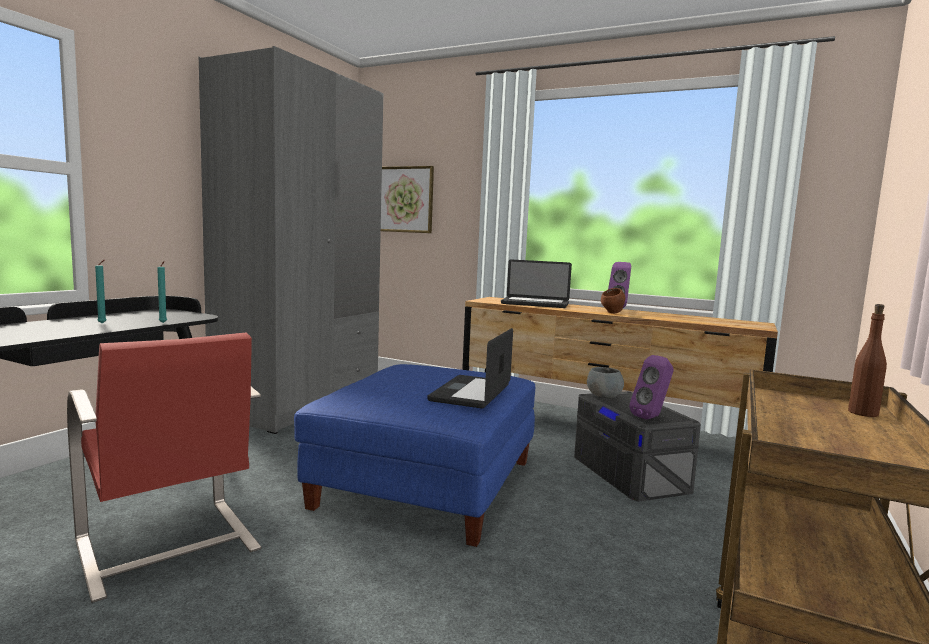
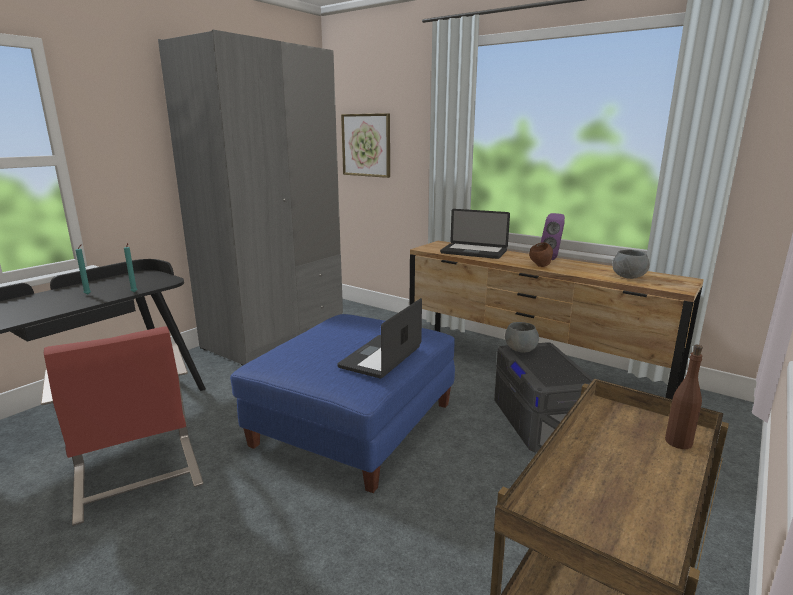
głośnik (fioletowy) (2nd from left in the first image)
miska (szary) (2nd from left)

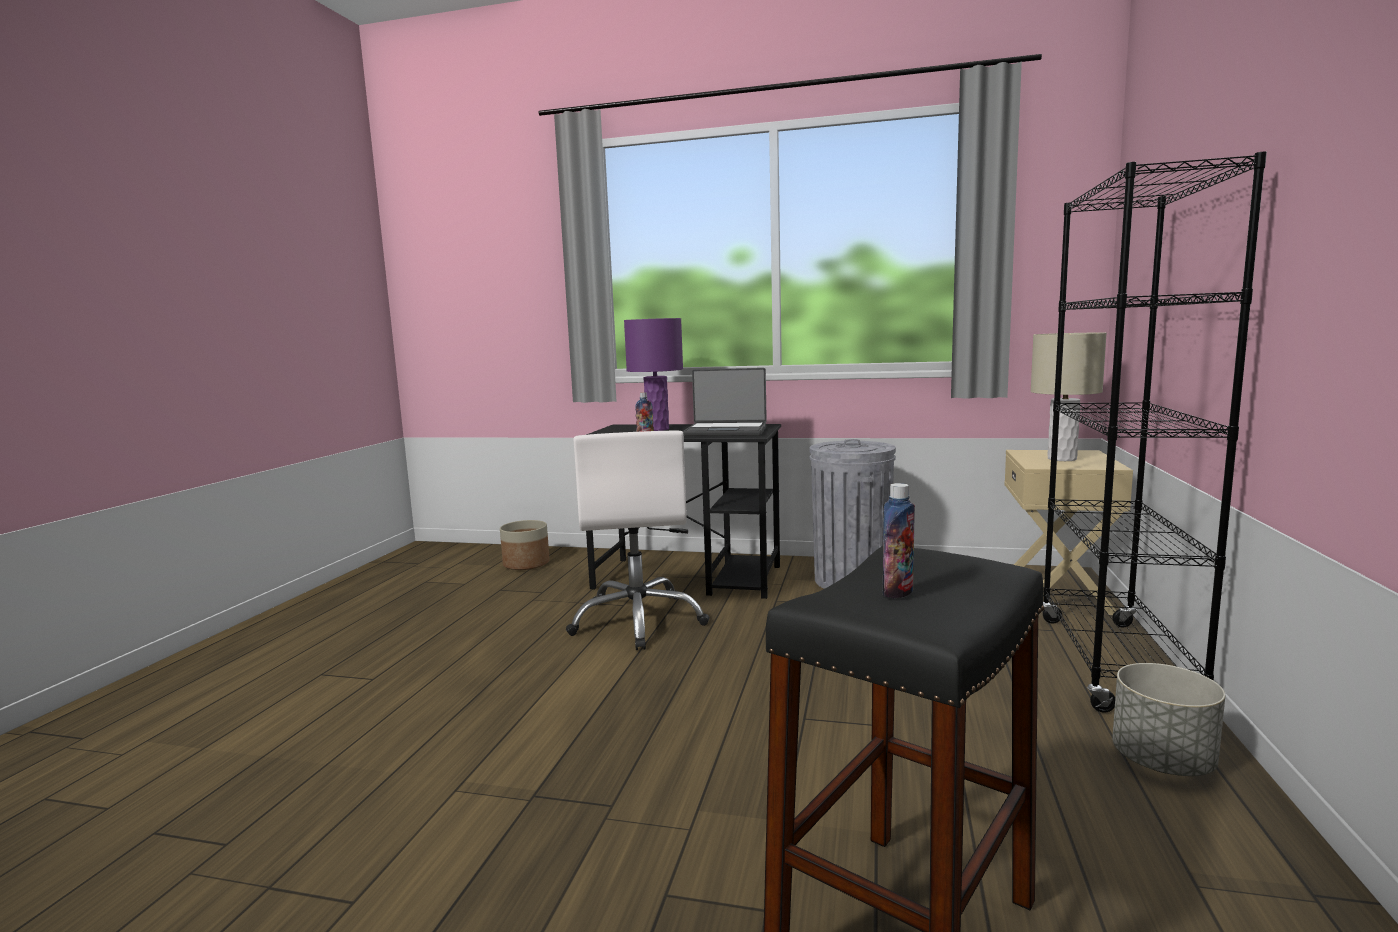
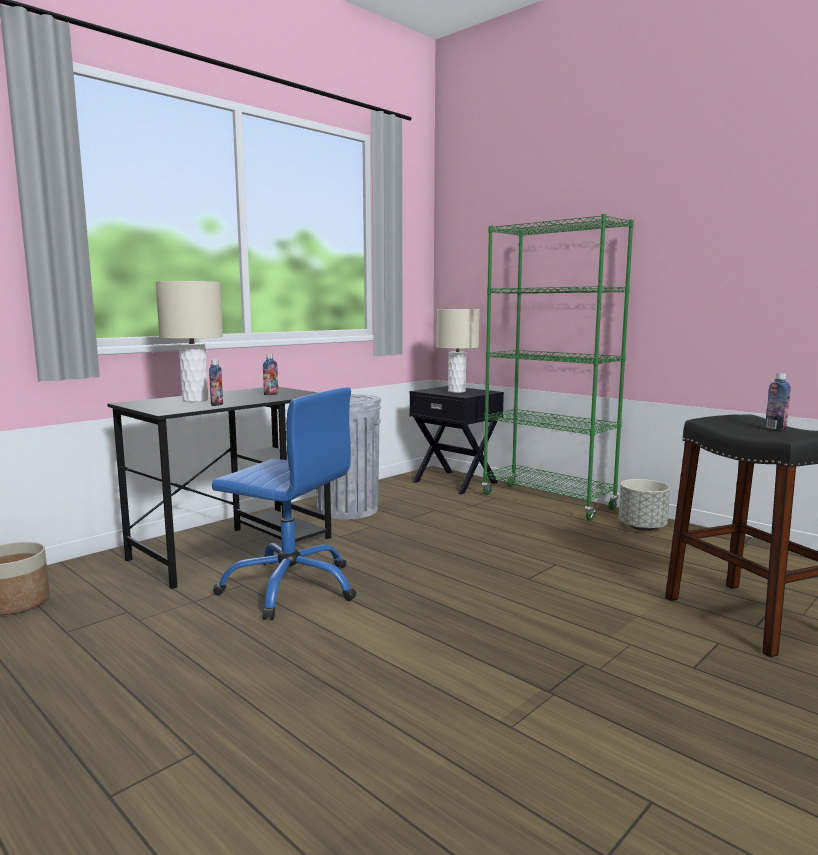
butelka (2nd from left)
krzesło biurowe (niebieski)
lampa stołowa (beżowy) (1st from left)
szafka nocna (czarny)
regał (zielony)

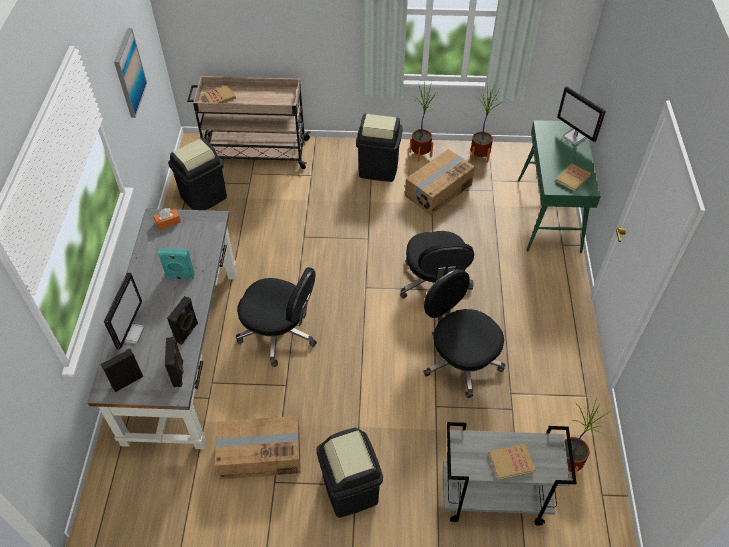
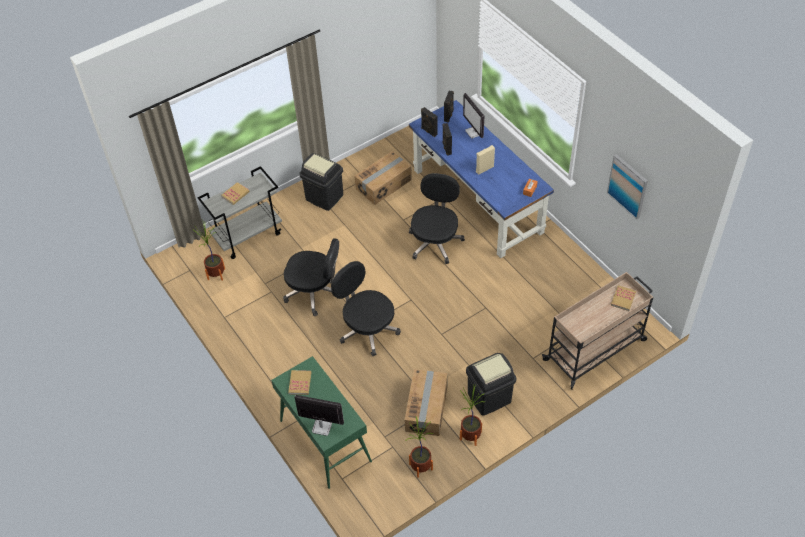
kosz na śmieci (czarny) (1st from left in the first image)
biurko (niebieski)
głośnik (beżowy)
krzesło biurowe (czarny) (3rd from left)

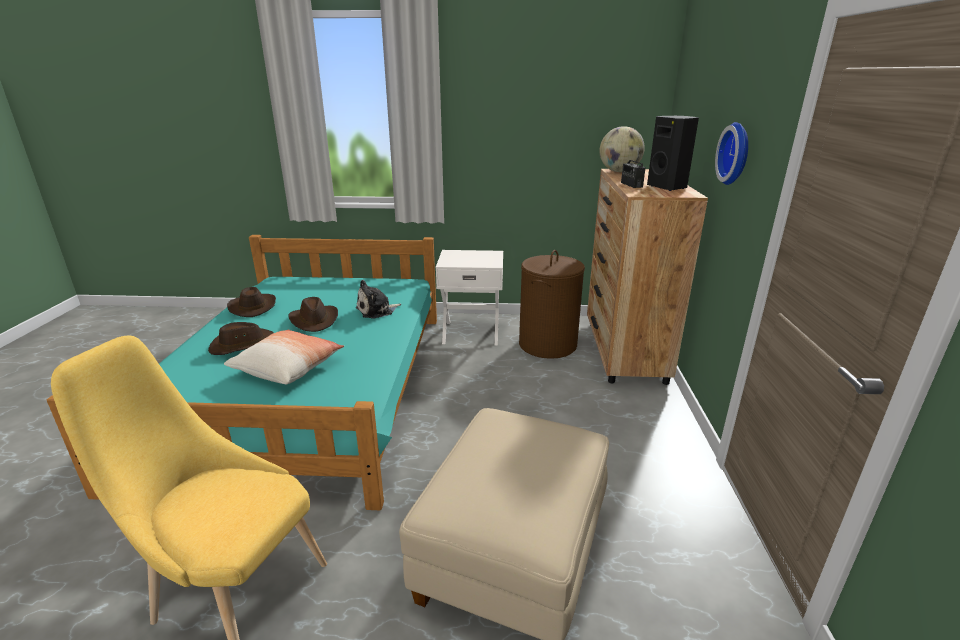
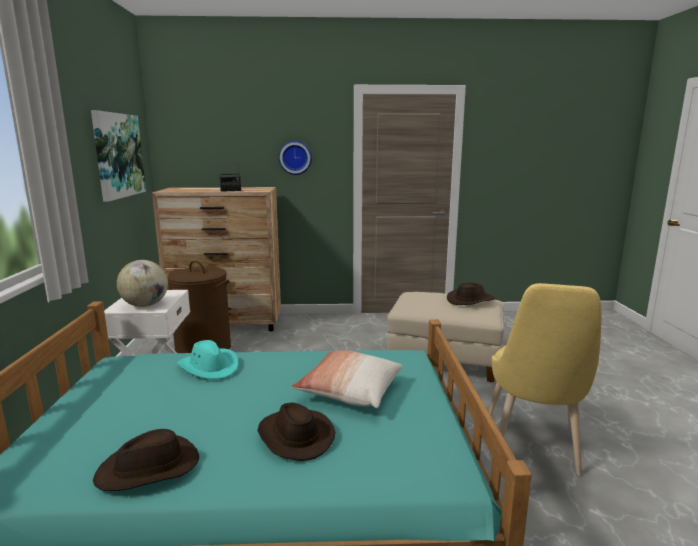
głośnik (czarny)
obraz
kapelusz (brązowy) (3rd from left)
globus
kapelusz (turkusowy)

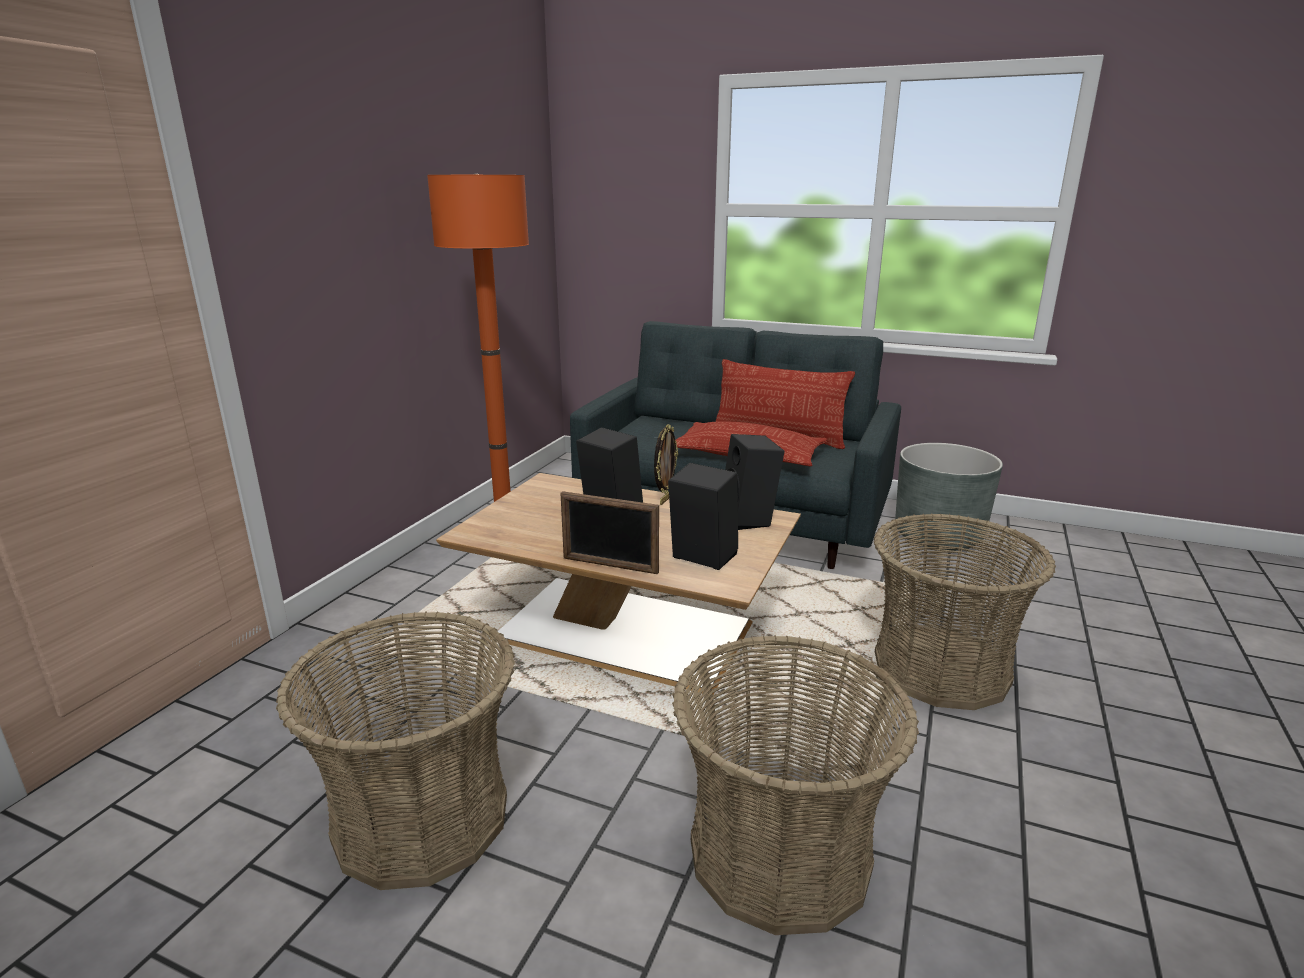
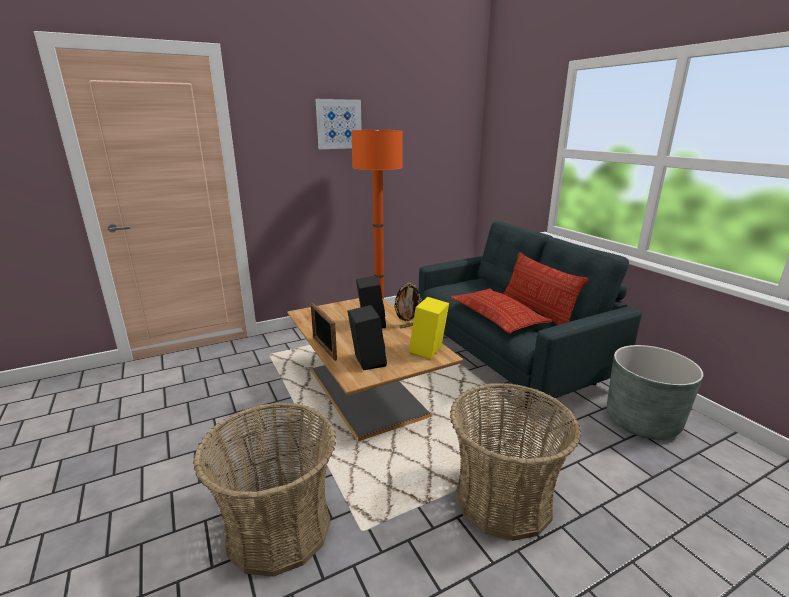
koszyk (1st from left in the first image)
obraz
głośnik (żółty)

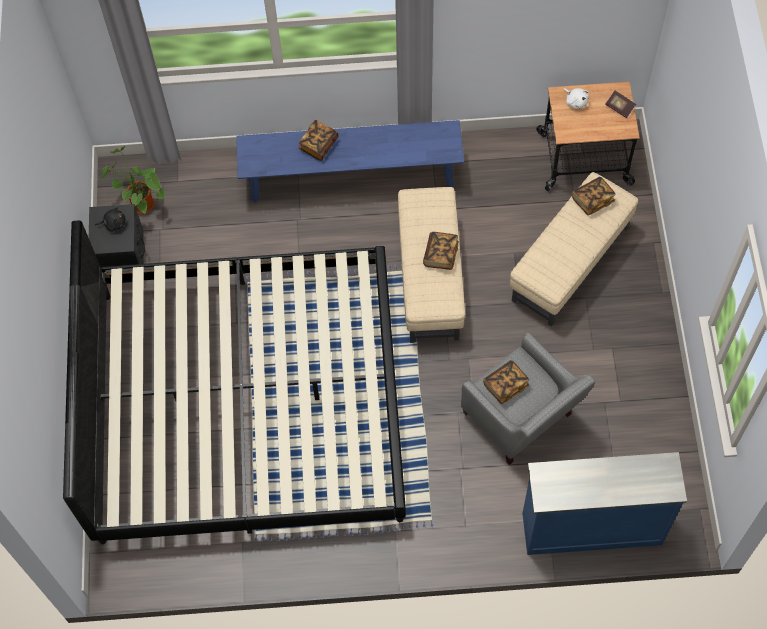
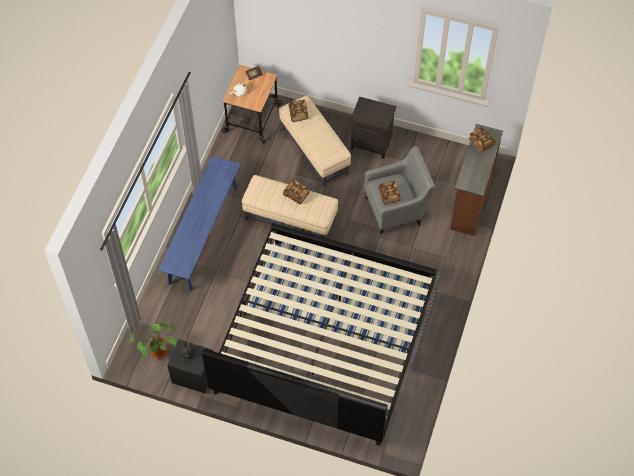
szafka nocna (czarny) (2nd from left)
książka (5th from left)
komoda (brązowy)

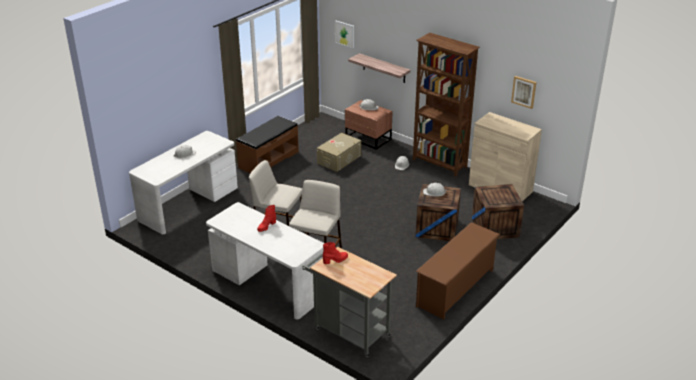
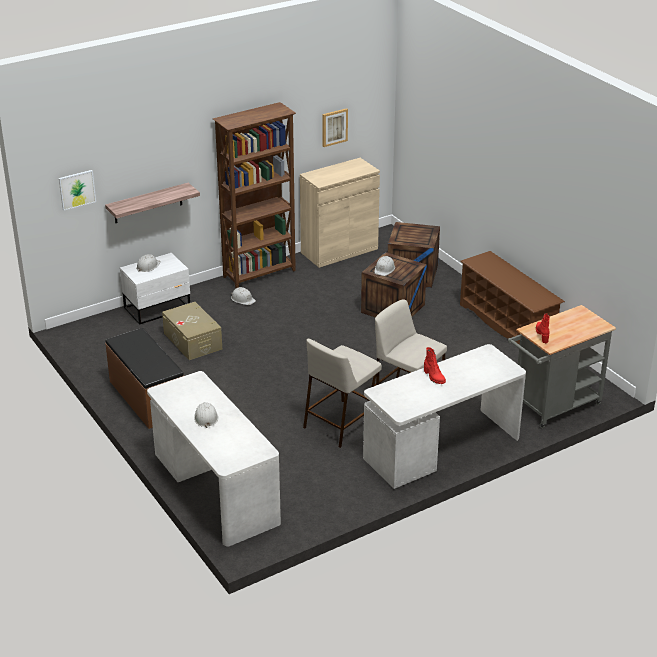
szafka nocna (biały)

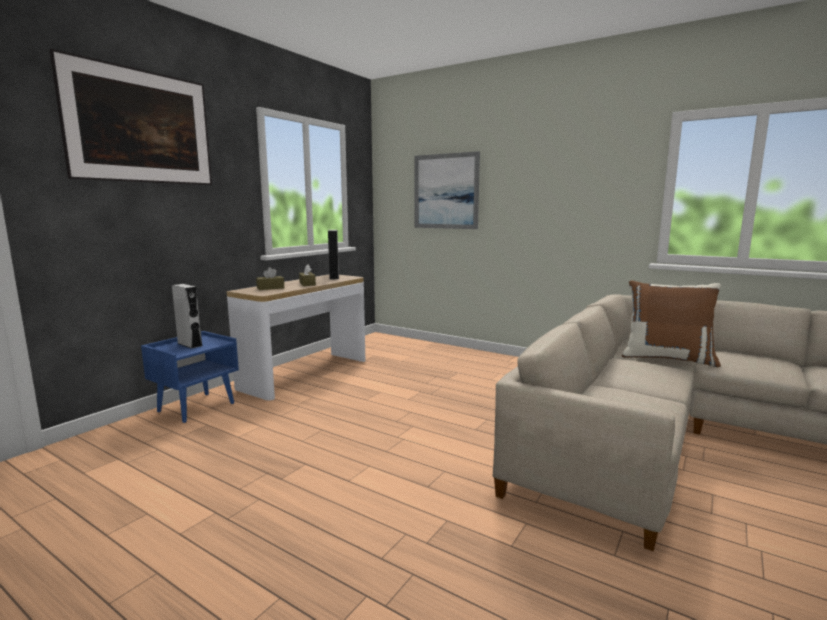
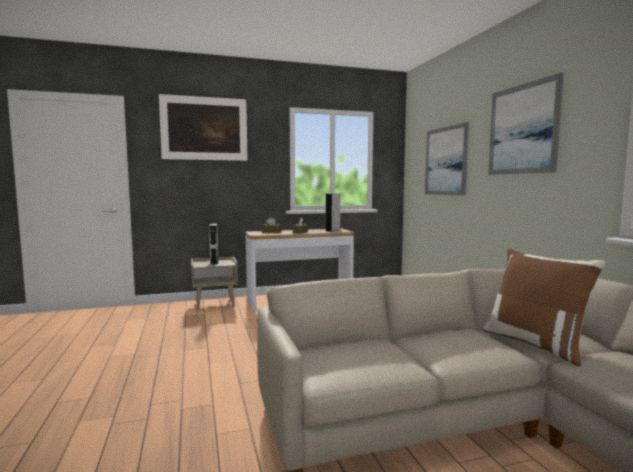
obraz (3rd from left)
szafka nocna (beżowy)

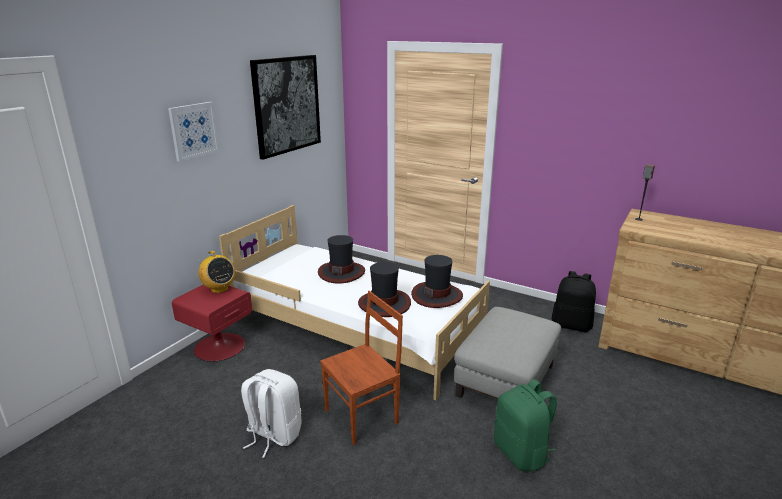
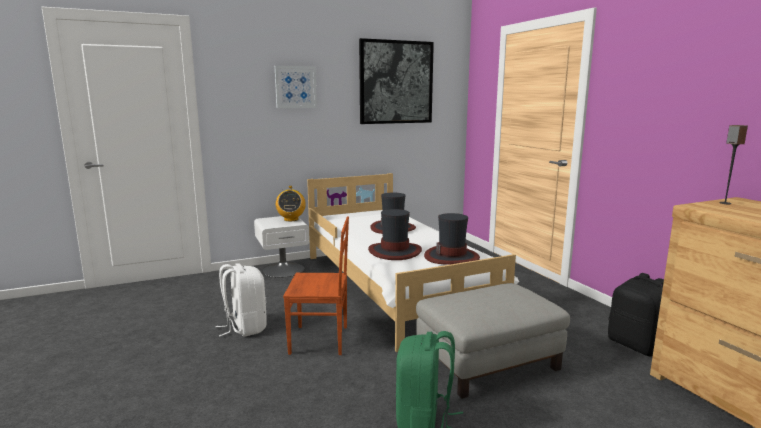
szafka nocna (biały)

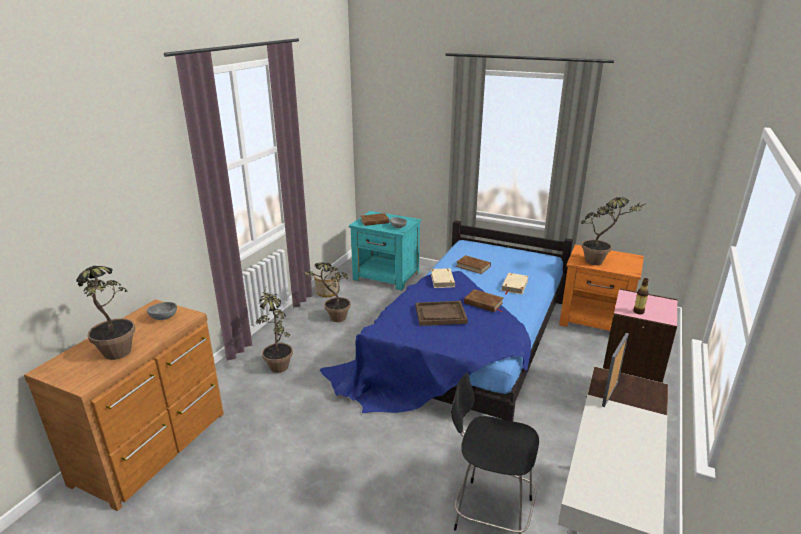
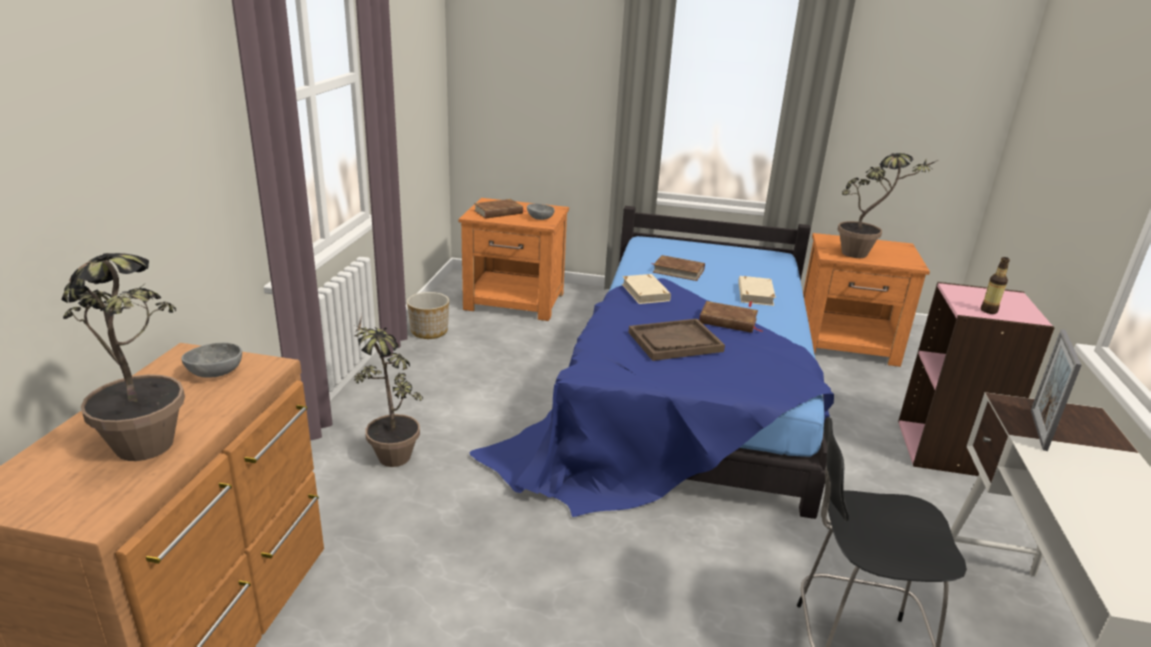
roślina doniczkowa (3rd from left in the first image)
szafka nocna (pomarańczowy) (1st from left)

